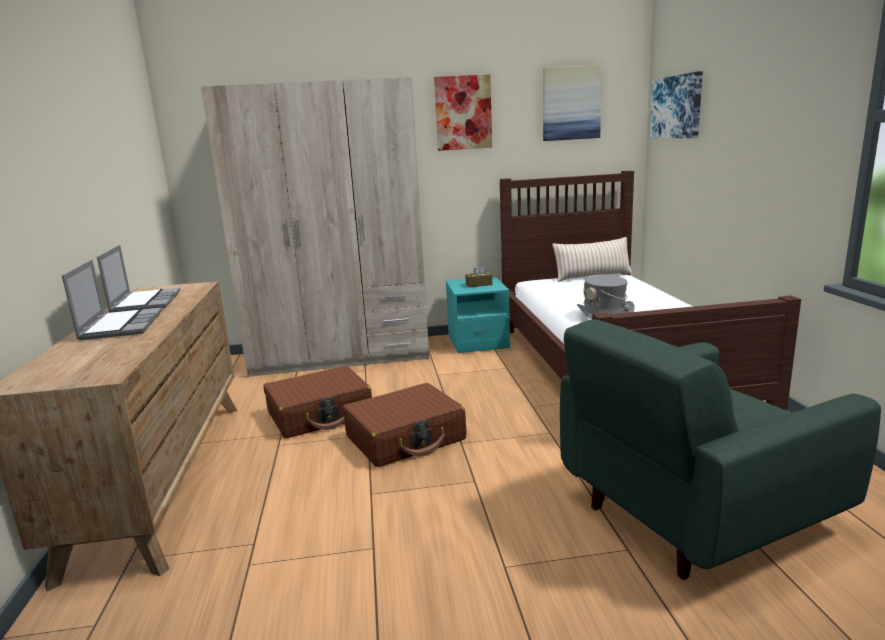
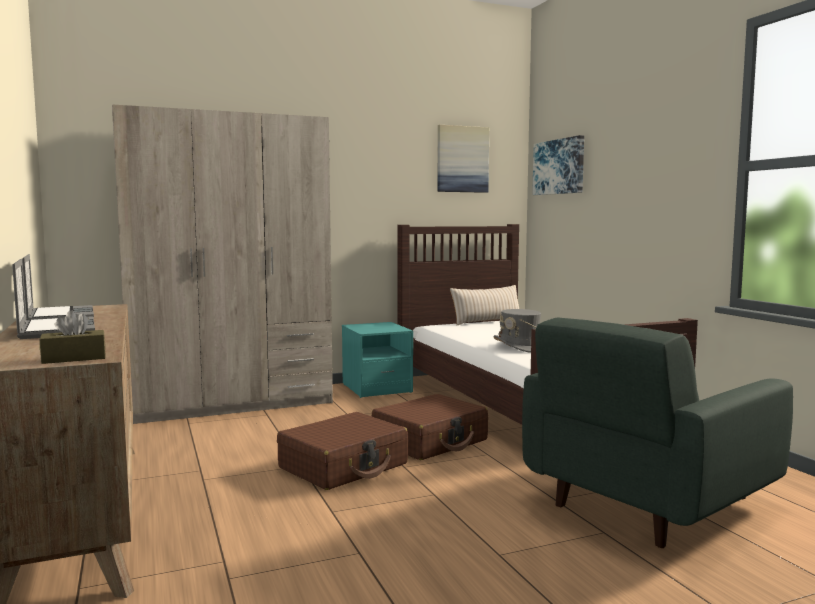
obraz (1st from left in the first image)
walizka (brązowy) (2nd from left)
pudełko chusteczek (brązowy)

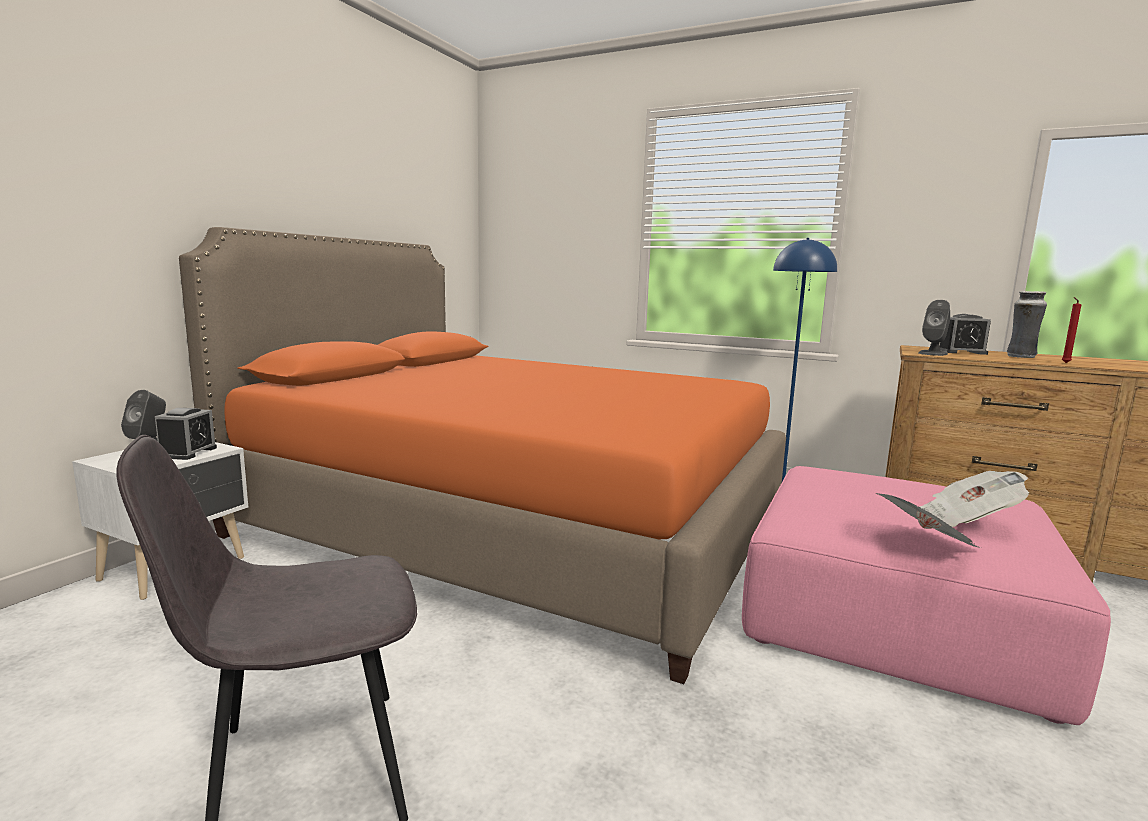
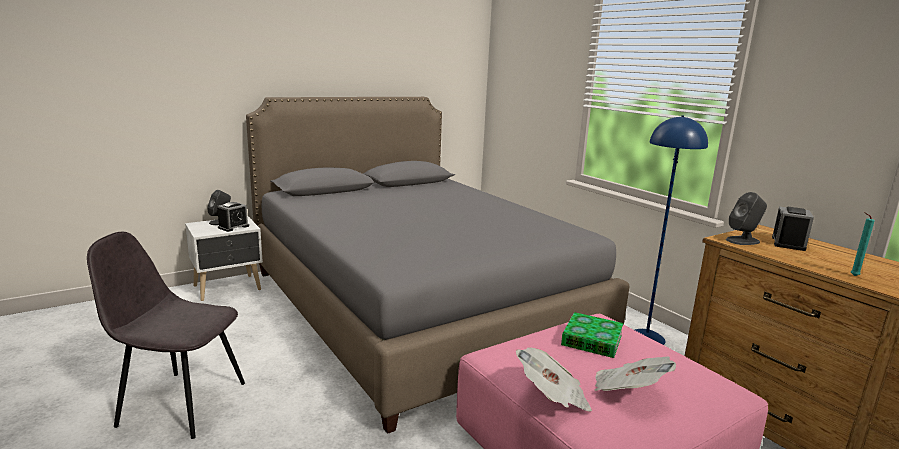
wazon
książka
łóżko (szary)
świeca (turkusowy)
budzik (2nd from left)

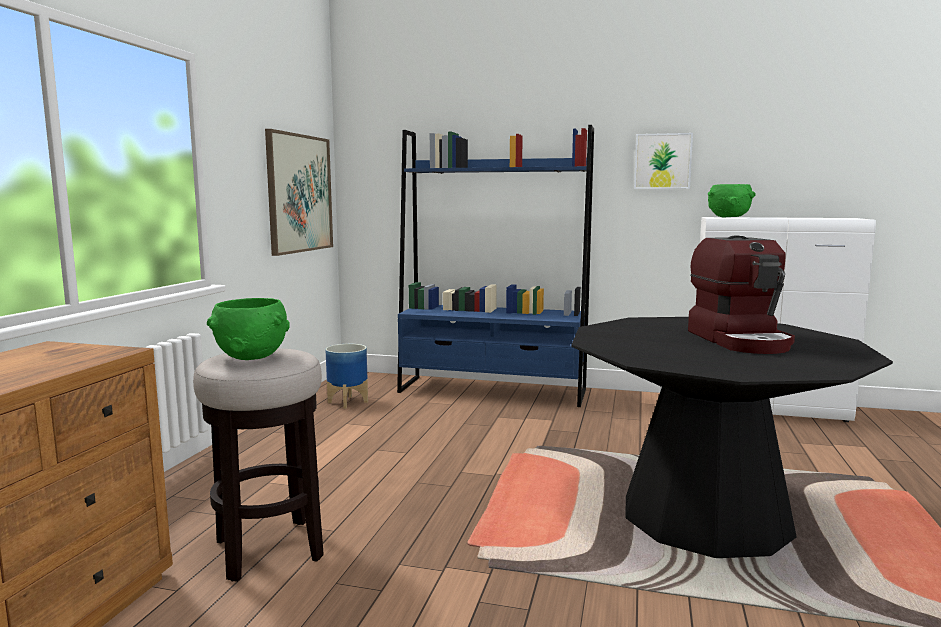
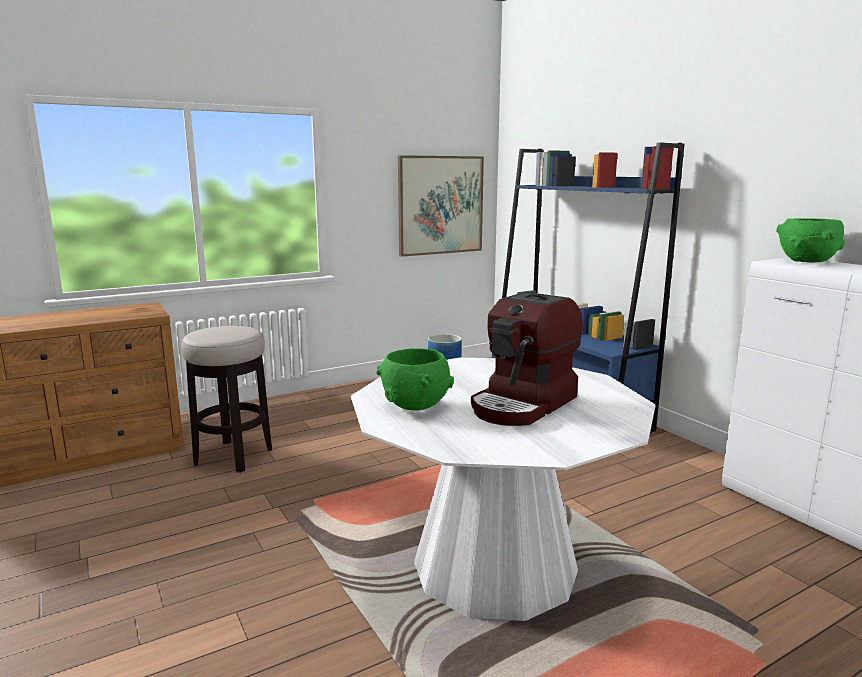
obraz (2nd from left in the first image)
miska (zielony) (1st from left)
stół jadalny (biały)

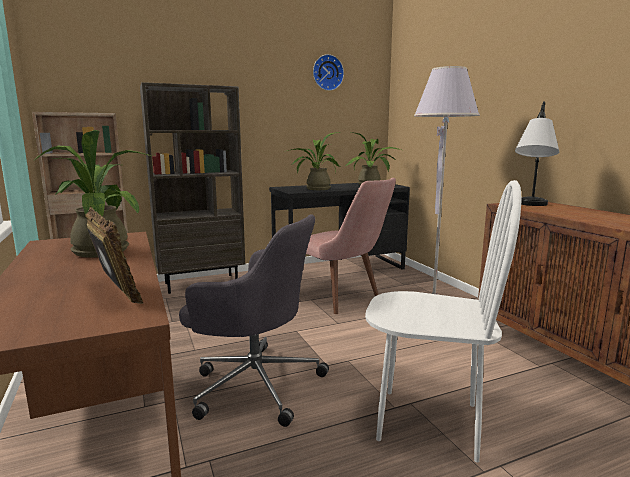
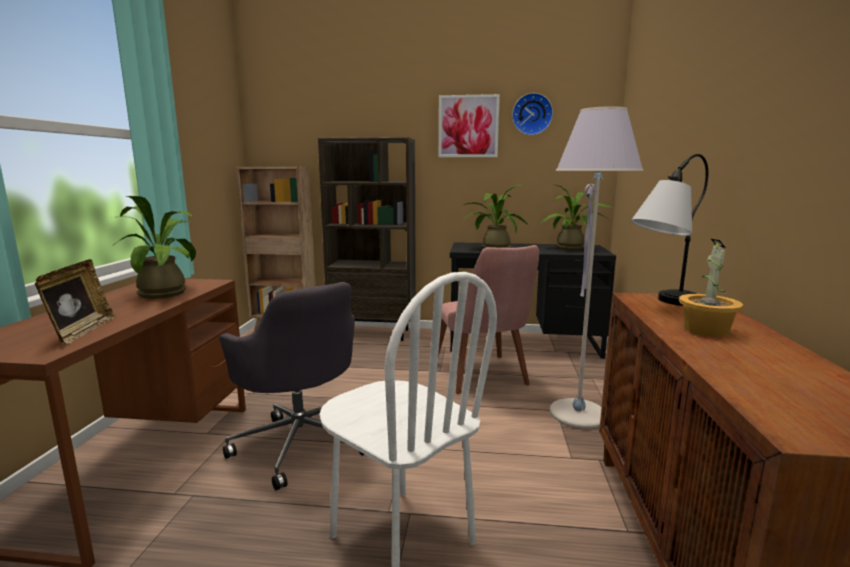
obraz
roślina doniczkowa (4th from left)

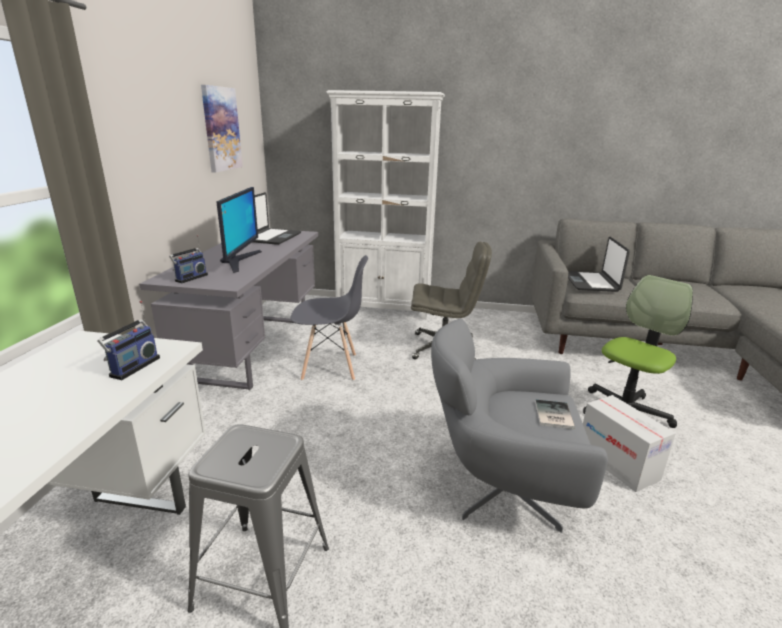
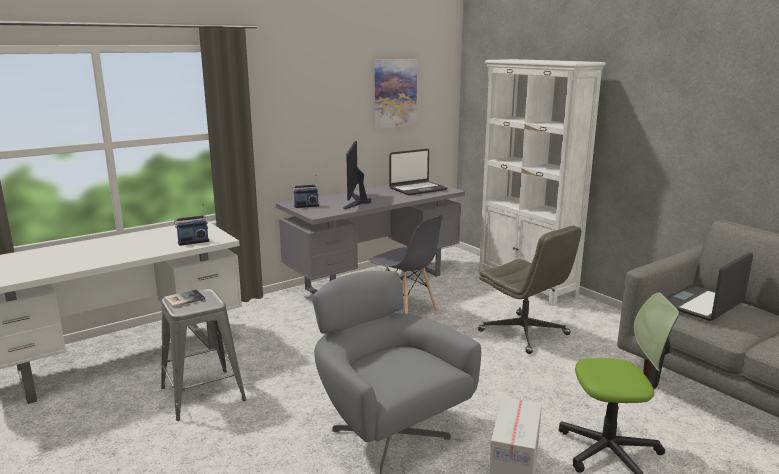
książka
monitor

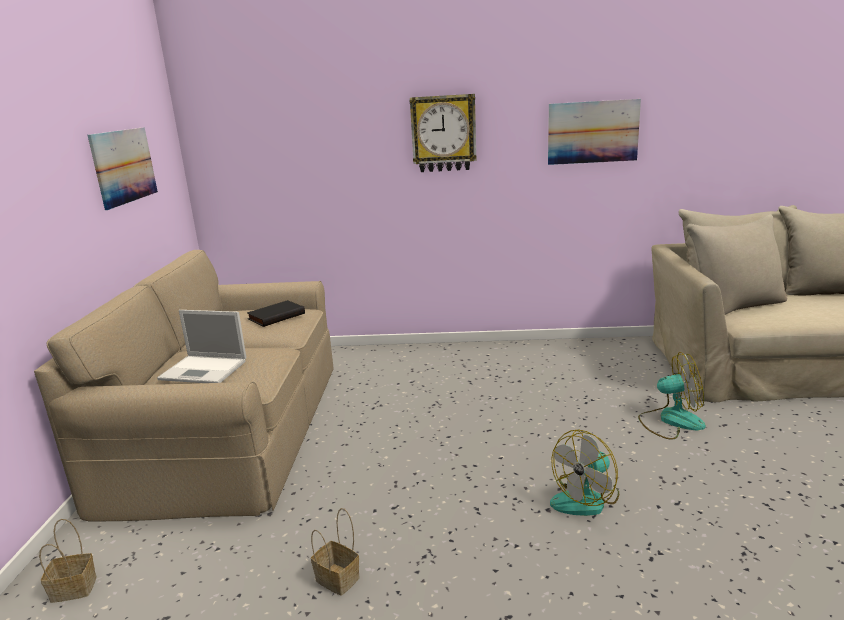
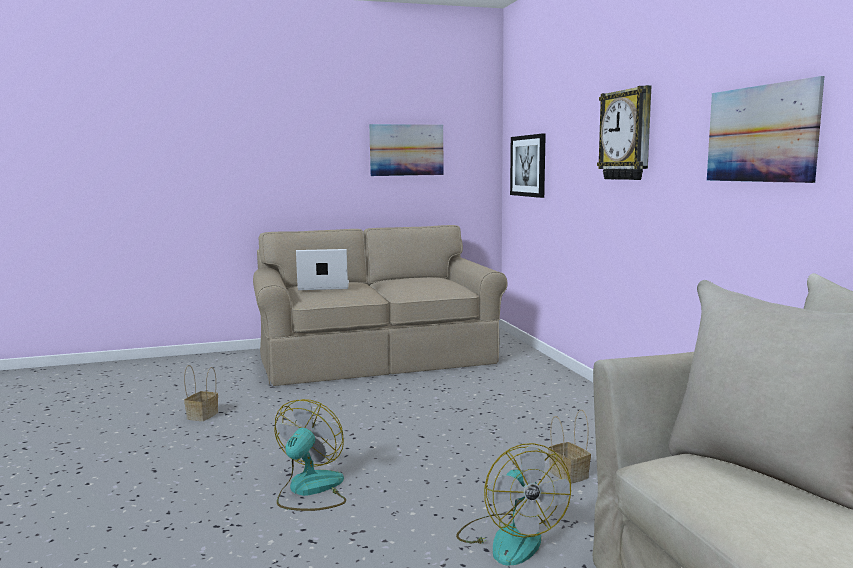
książka (czarny)
obraz (2nd from left)
koszyk (2nd from left)
laptop
wentylator (1st from left)

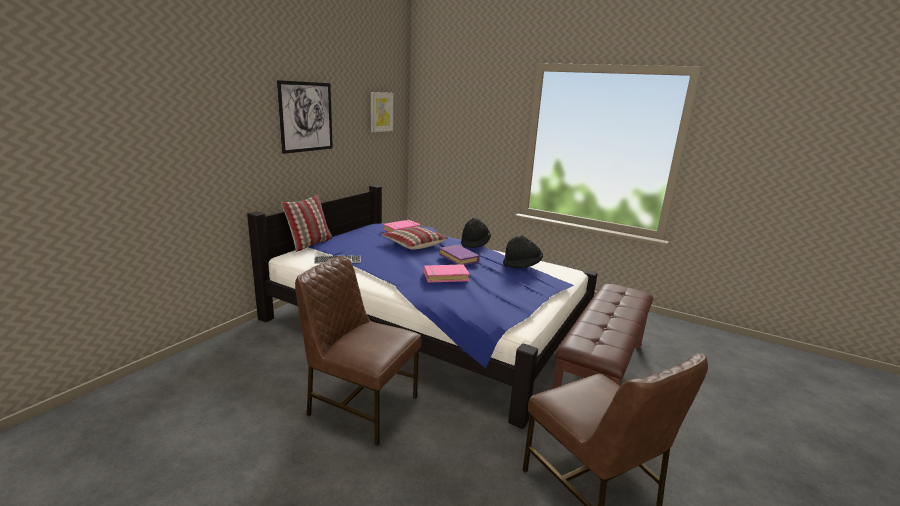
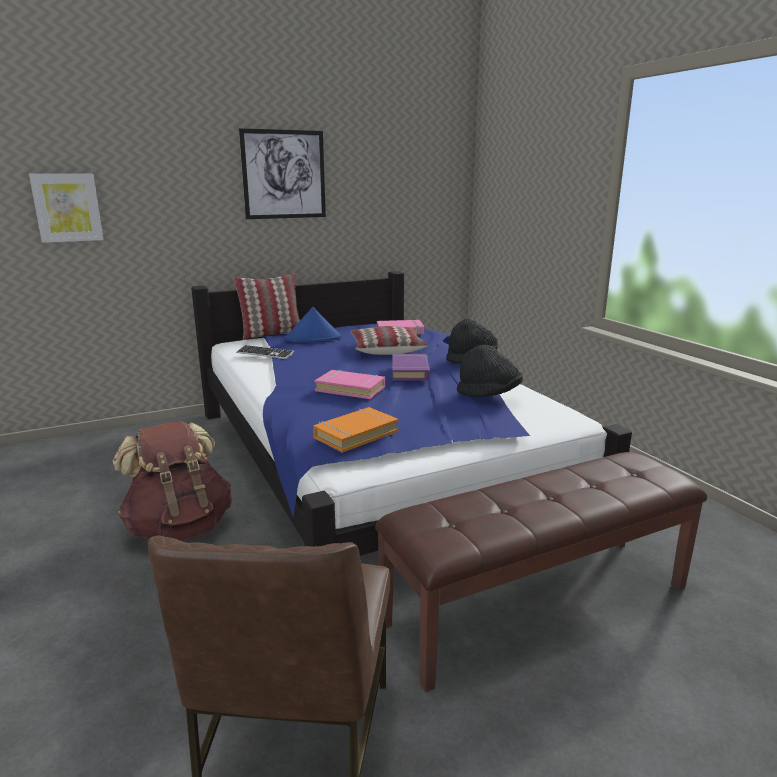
kapelusz (niebieski)
książka (pomarańczowy)
obraz (1st from left)
plecak (brązowy)

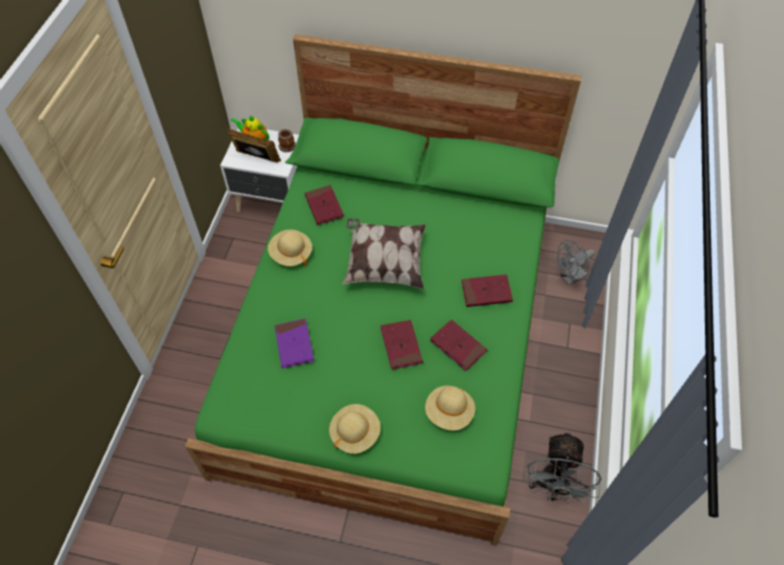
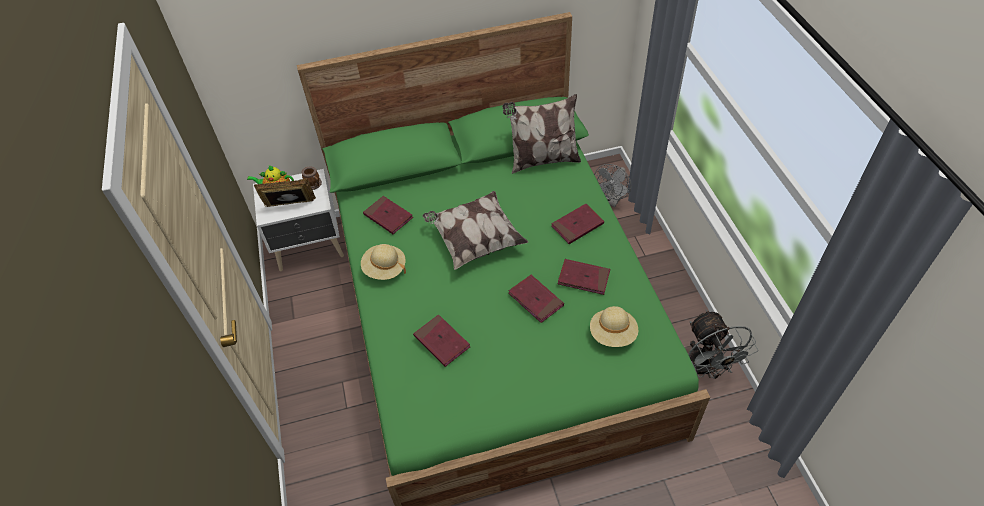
kapelusz (beżowy) (2nd from left in the first image)
poduszka (2nd from left)
książka (czerwony) (2nd from left)

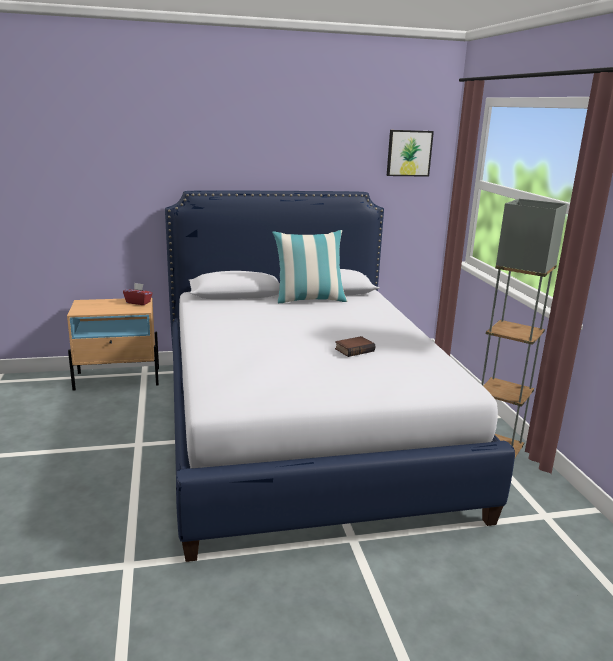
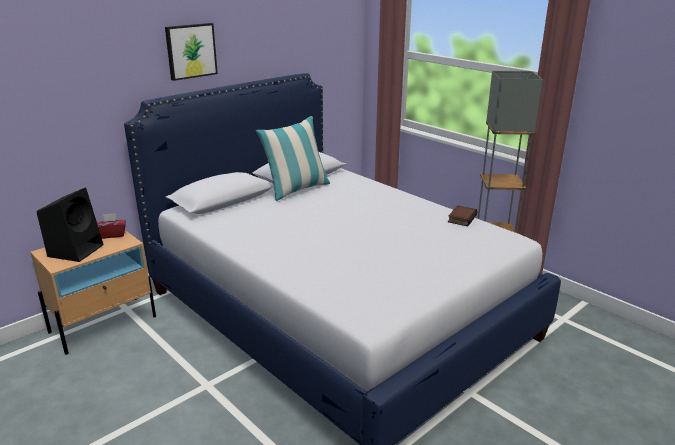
głośnik (czarny)
książka
obraz

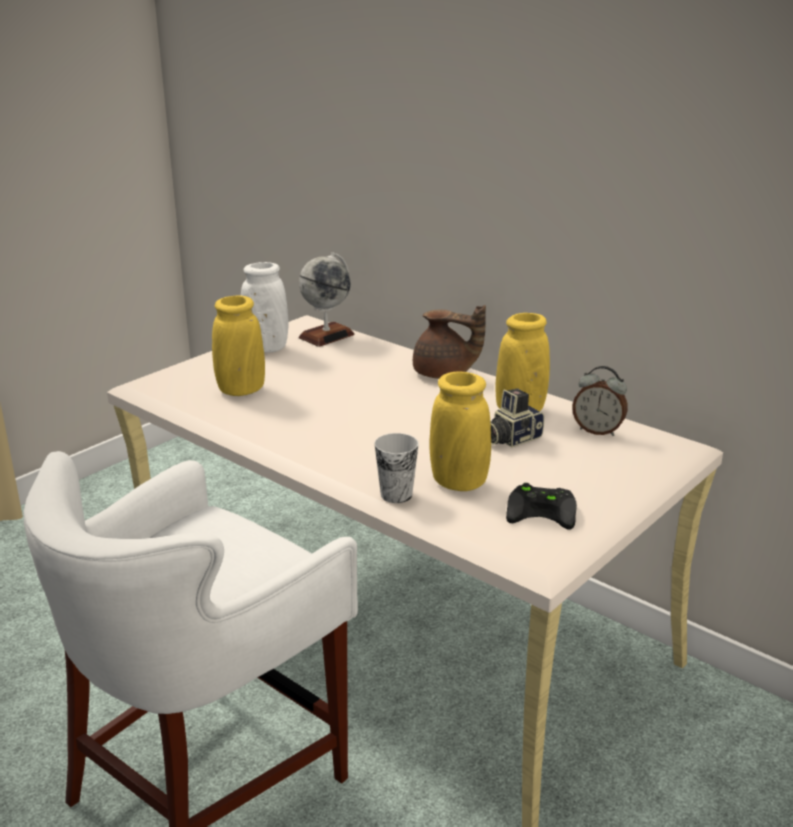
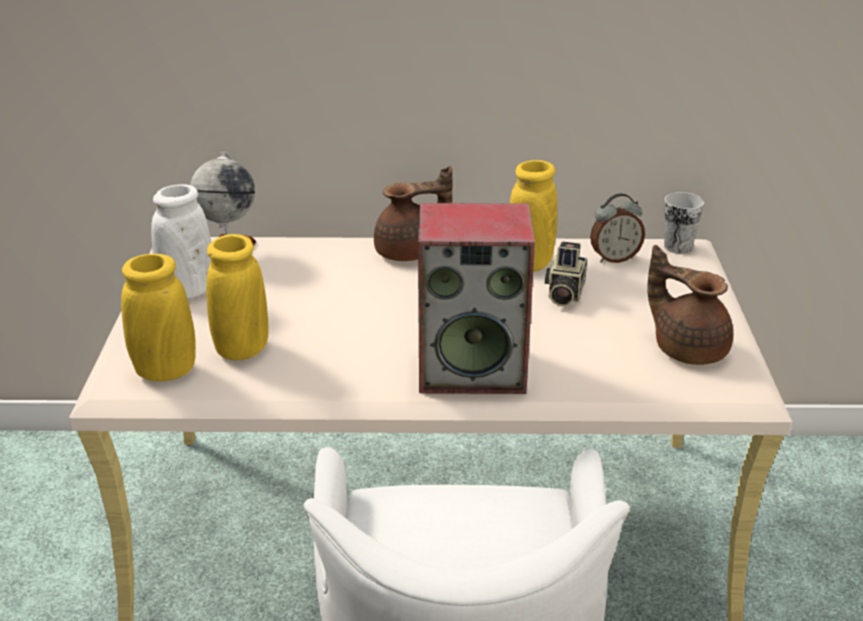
głośnik
filiżanka
wazon (żółty) (1st from left)
imbryk (brązowy) (2nd from left)

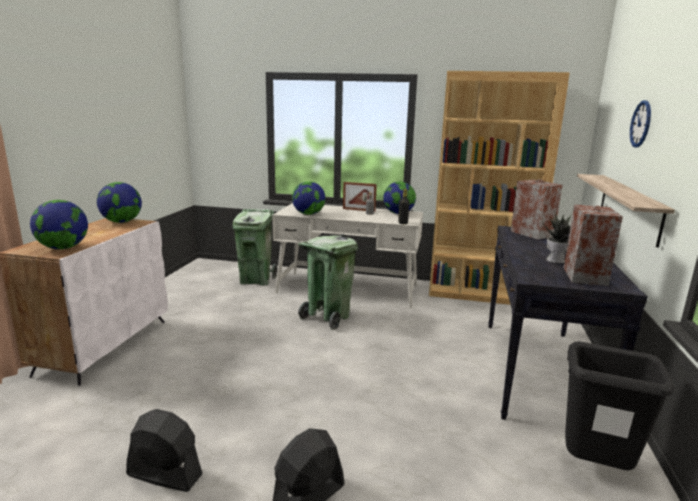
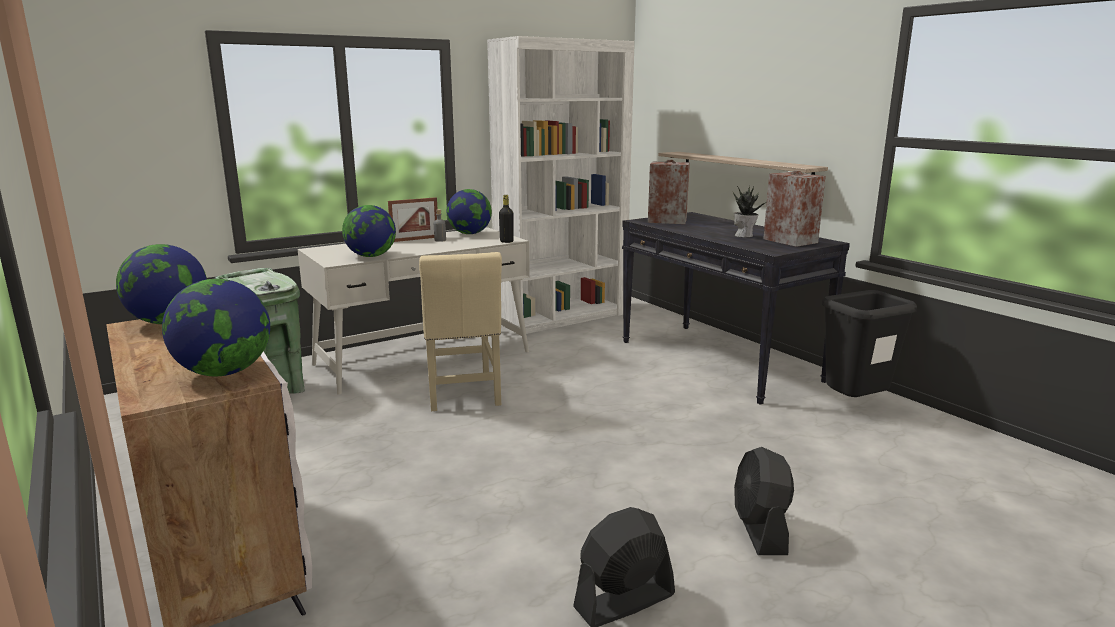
zegar ścienny
krzesło (beżowy)
regał (biały)

